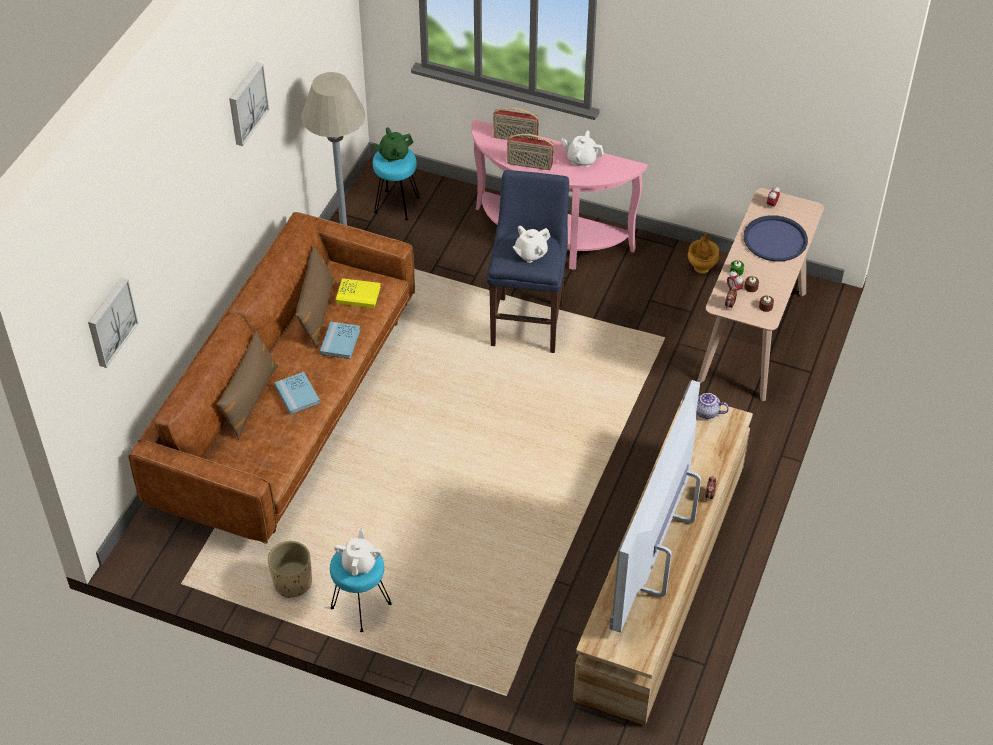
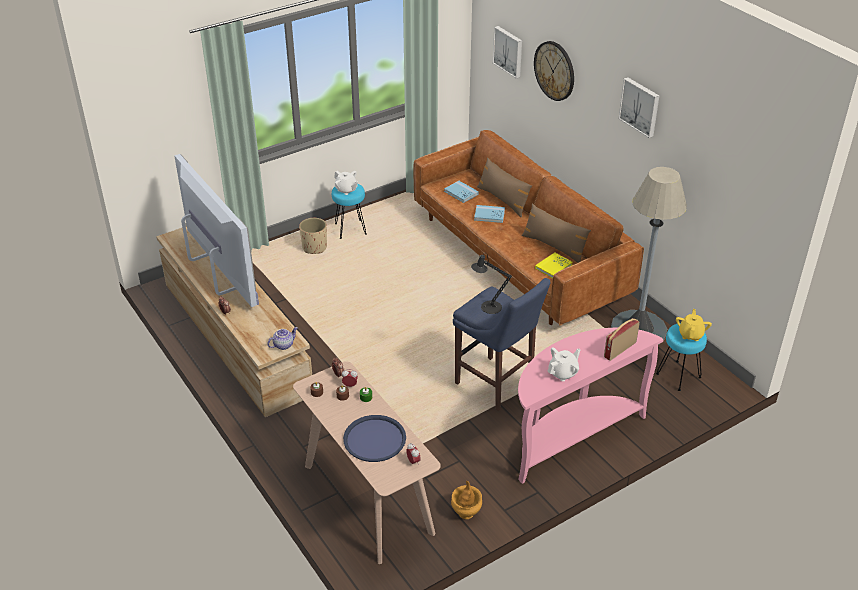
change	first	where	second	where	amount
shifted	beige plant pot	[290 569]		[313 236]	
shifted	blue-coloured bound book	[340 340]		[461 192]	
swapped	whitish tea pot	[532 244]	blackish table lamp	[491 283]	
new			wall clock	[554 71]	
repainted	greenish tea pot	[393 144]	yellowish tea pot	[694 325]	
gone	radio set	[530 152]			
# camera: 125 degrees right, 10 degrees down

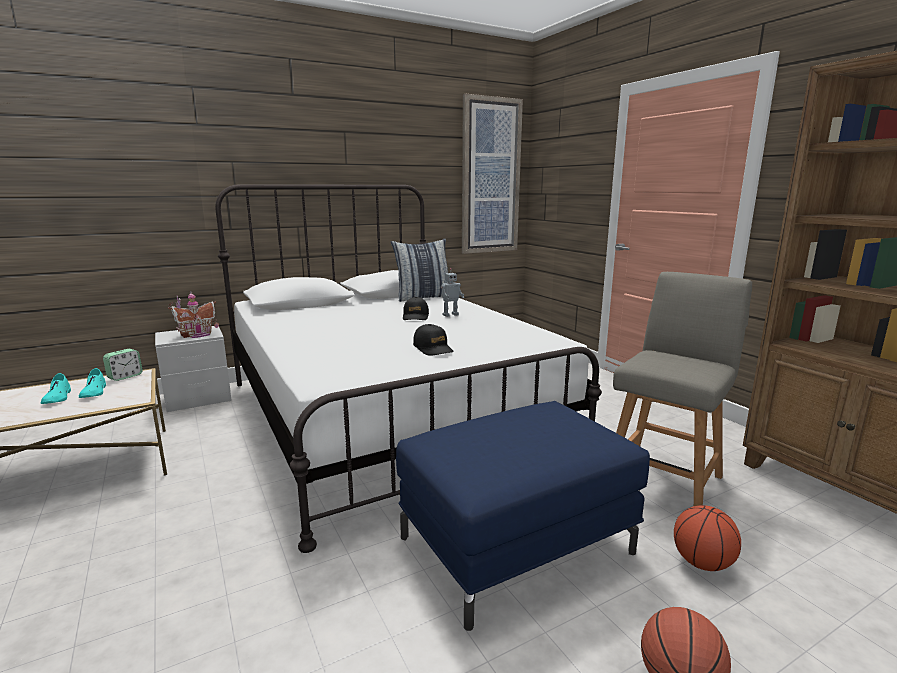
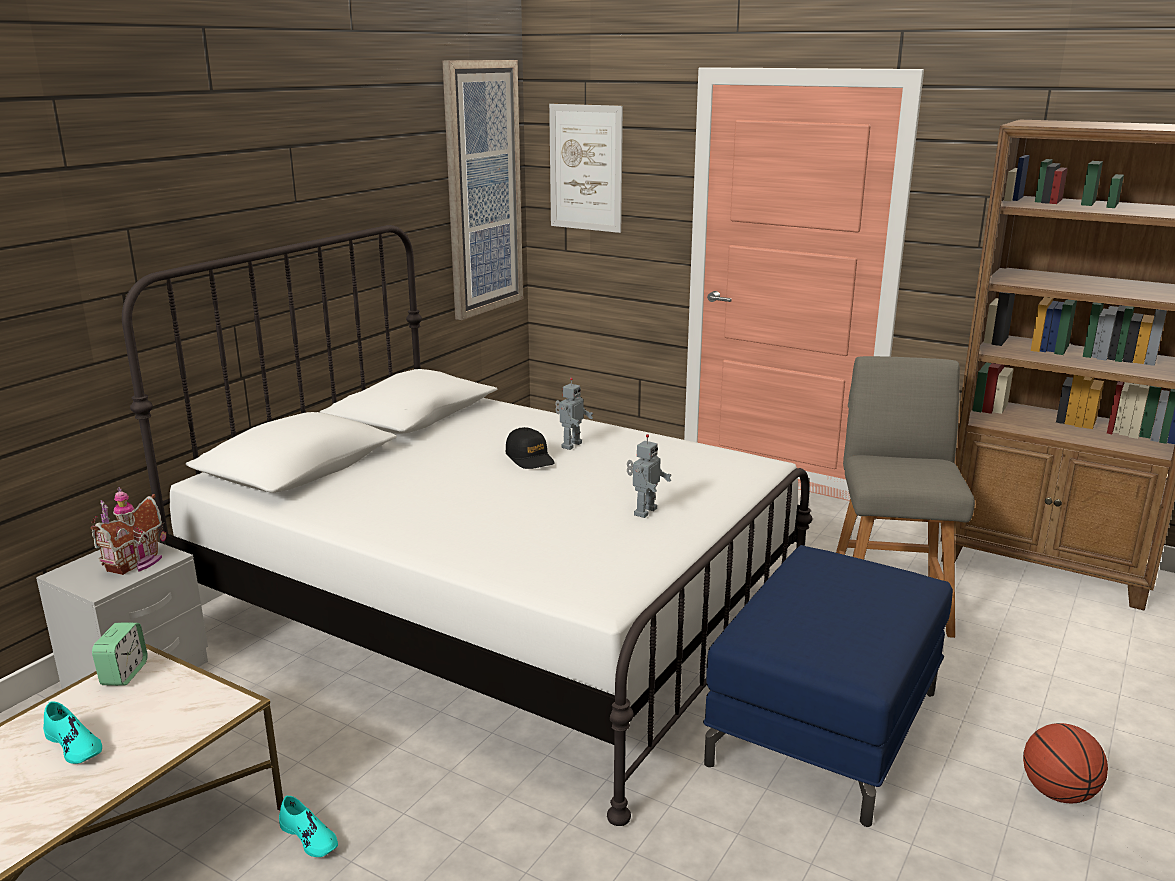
change	first	where	second	where	amount
shifted	turquoise low shoe	[92 383]		[308 826]	
new			wall picture	[586 168]	
swapped	blackish baseball cap	[433 340]	model robot	[649 476]	
gone	pillow	[420 270]			
gone	basketball ball	[707 538]			
# camera: 30 degrees left, 5 degrees up

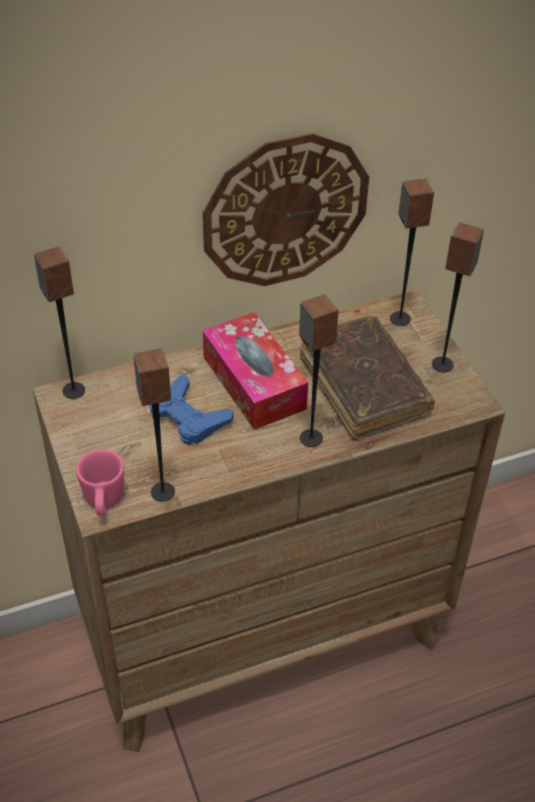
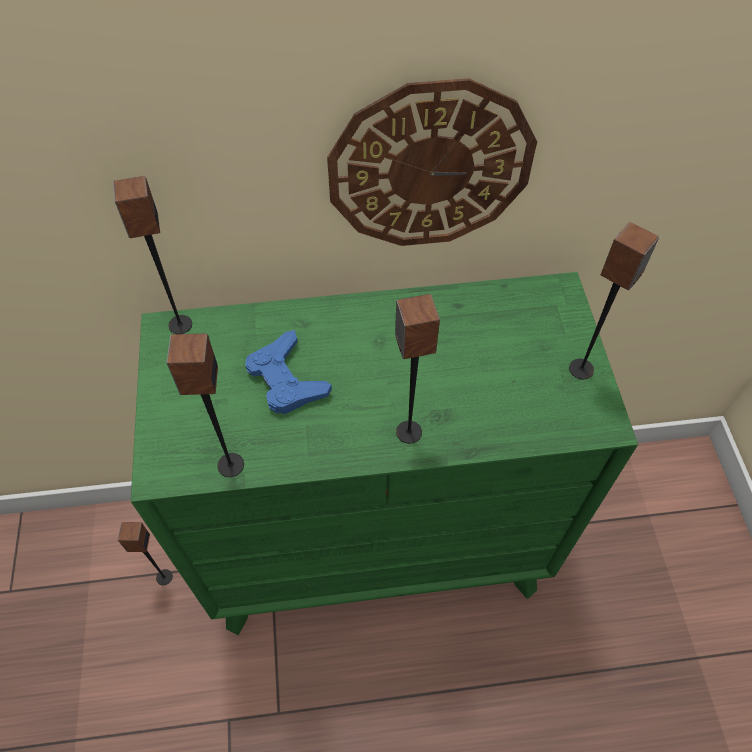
change	first	where	second	where	amount
shifted	audio speaker	[412 252]		[145 553]	
repainted	brown dresser	[269 521]	greenish dresser	[384 453]	
gone	pink-coloured coffee mug	[100 482]			
gone	tissue holder	[255 371]			
gone	brown bound book	[367 378]			
# camera: 15 degrees right, 10 degrees up

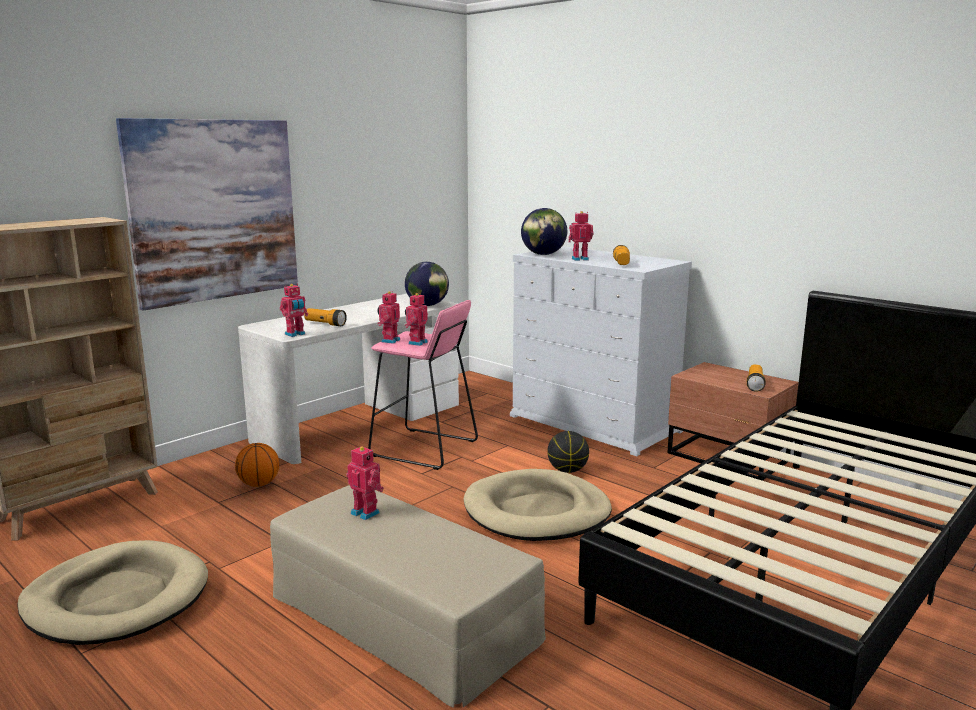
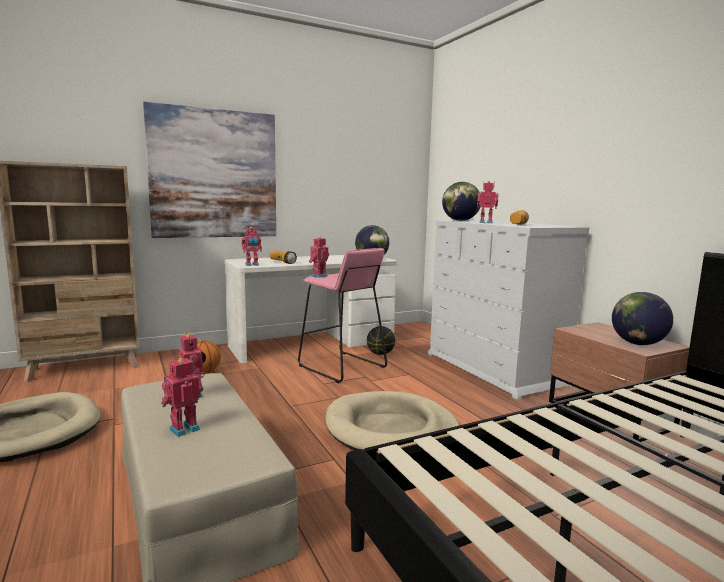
change	first	where	second	where	amount
shifted	model robot	[416 319]		[182 397]	
shifted	basketball ball	[568 452]		[381 340]	
swapped	hand torch	[756 378]	desk globe	[642 318]	
# camera: 20 degrees right, 5 degrees down

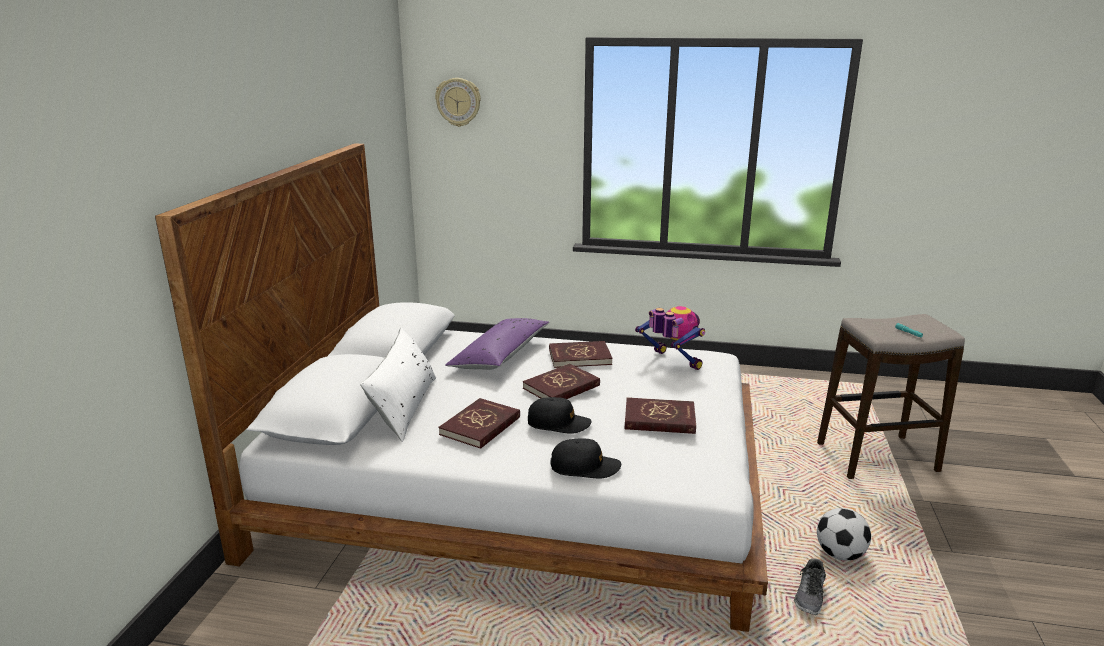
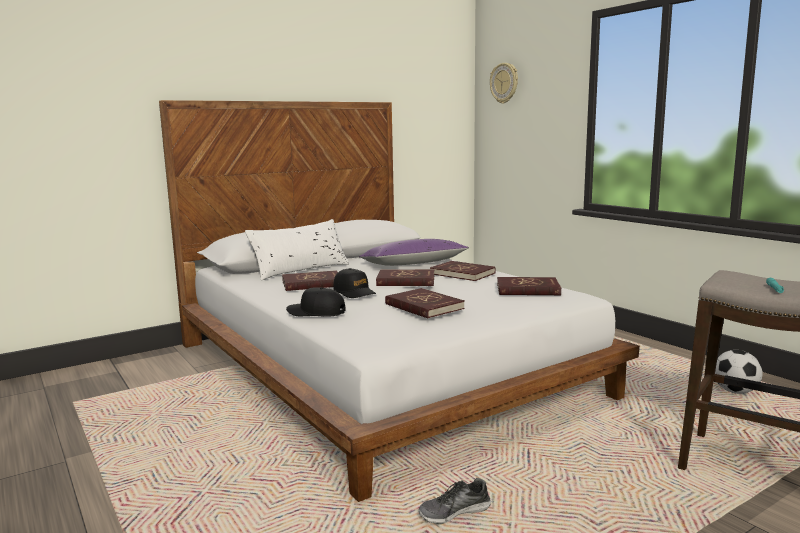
change	first	where	second	where	amount
rotated	blackish baseball cap	[586 458]		[316 302]	150 degrees clockwise
swapped	model robot	[670 338]	red bound book	[529 286]	
shifted	football	[844 534]		[739 372]	
# camera: 45 degrees right, 10 degrees down

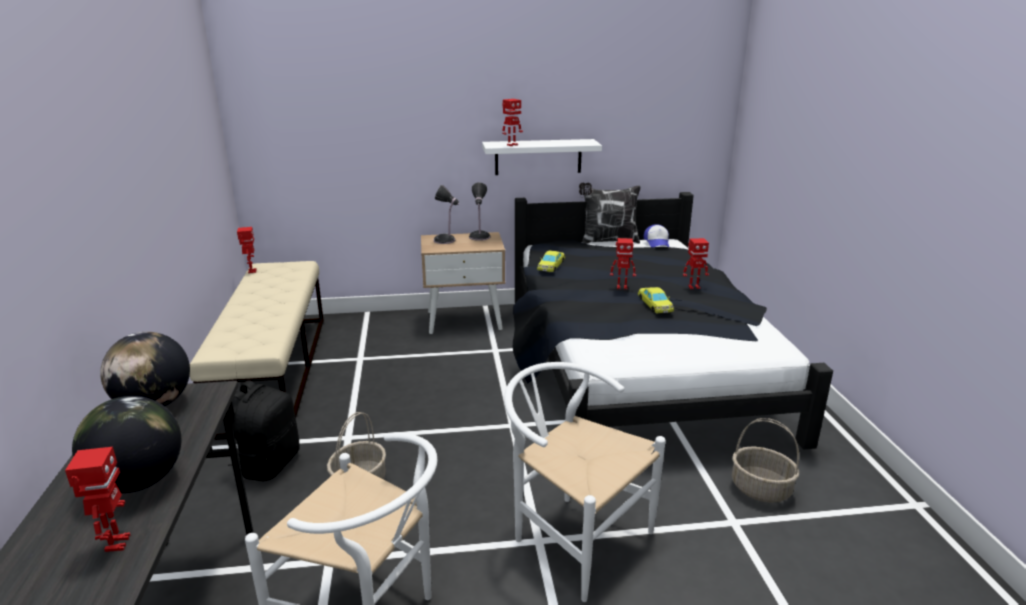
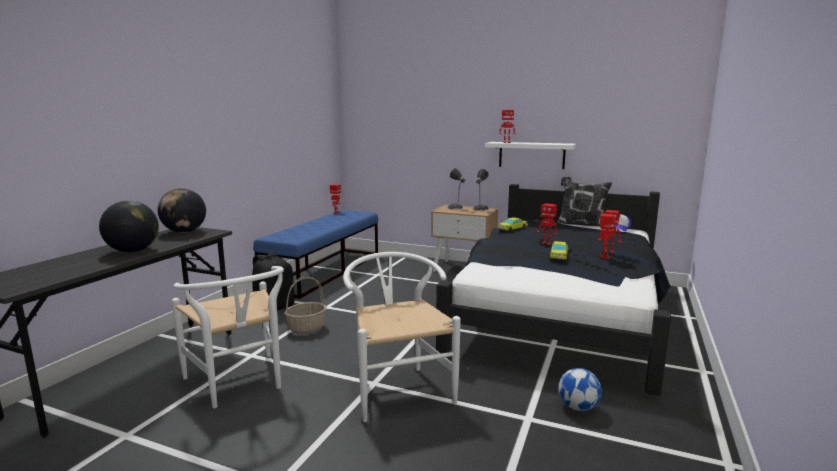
change	first	where	second	where	amount
repainted	beige bench	[257 350]	blue-coloured bench	[315 254]	
swapped	household basket	[765 460]	football	[580 389]	
shifted	model robot	[98 499]		[607 236]	
# camera: 30 degrees right, 10 degrees down

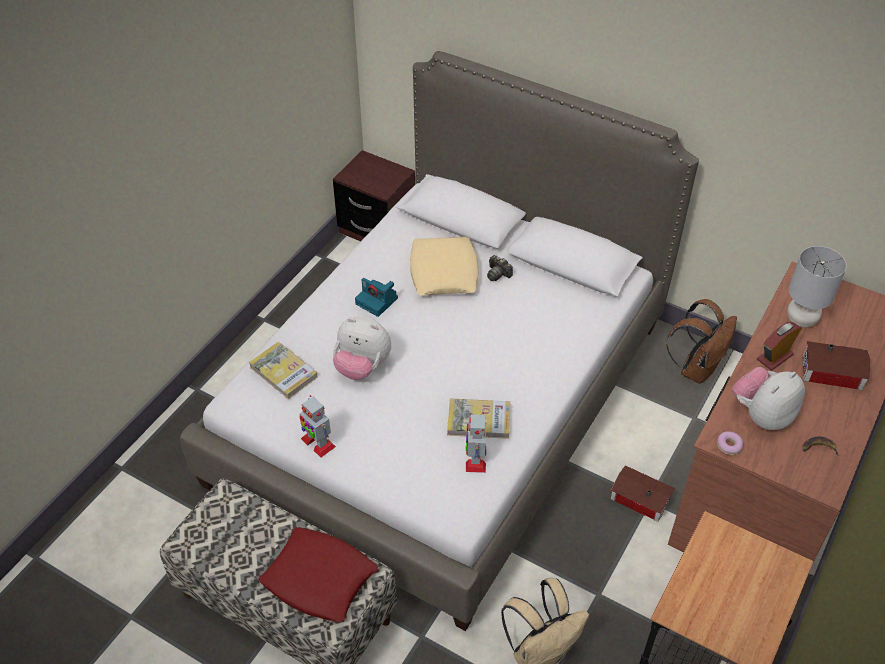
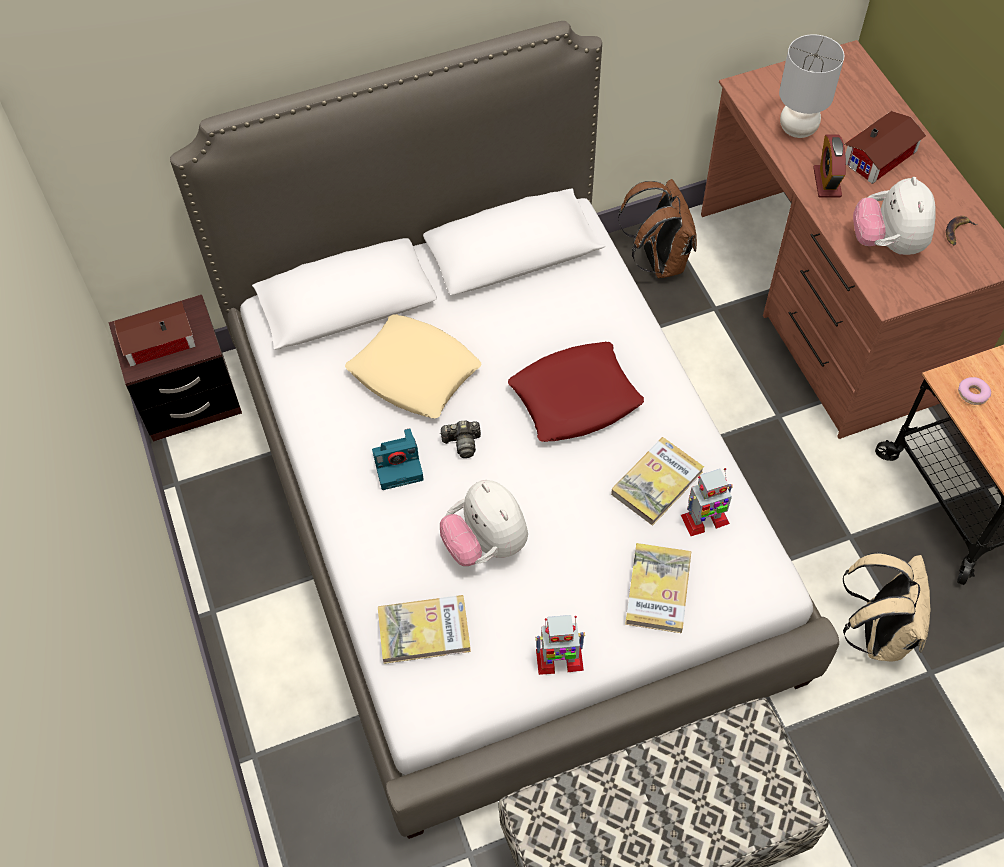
change	first	where	second	where	amount
shifted	miniature house	[642 493]		[154 333]	
shifted	photo camera	[500 268]		[460 439]	
rotated	soft toy	[362 348]		[484 523]	90 degrees clockwise
shifted	red pillow	[318 574]		[576 392]	
new			bound book	[658 588]	
rotated	model robot	[476 442]		[707 502]	60 degrees counterclockwise
shifted	ring doughnut	[730 443]		[974 391]	
# camera: 50 degrees left, 10 degrees up

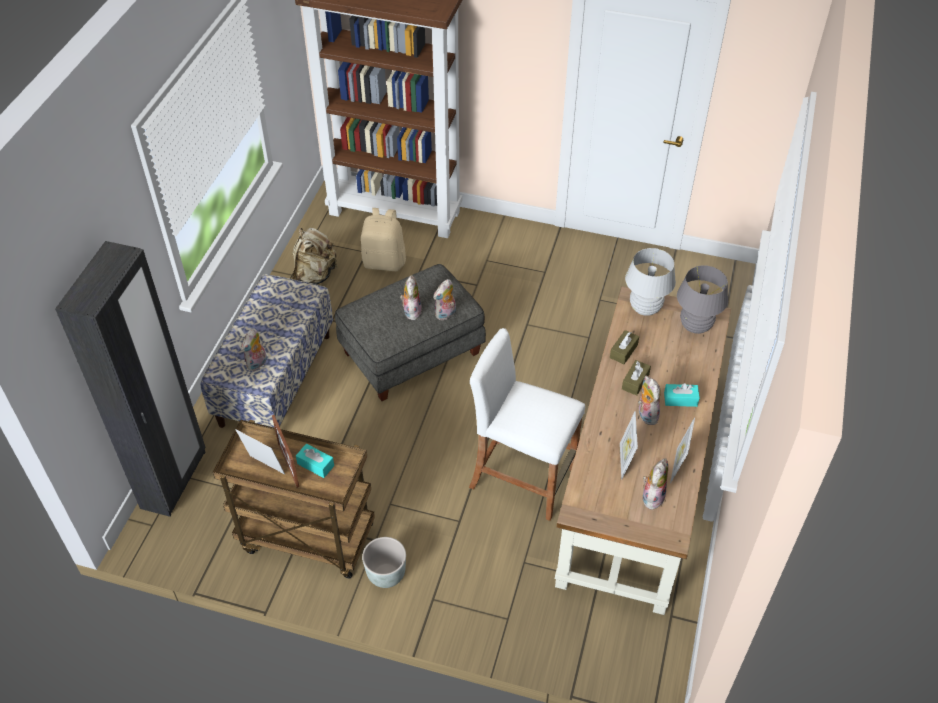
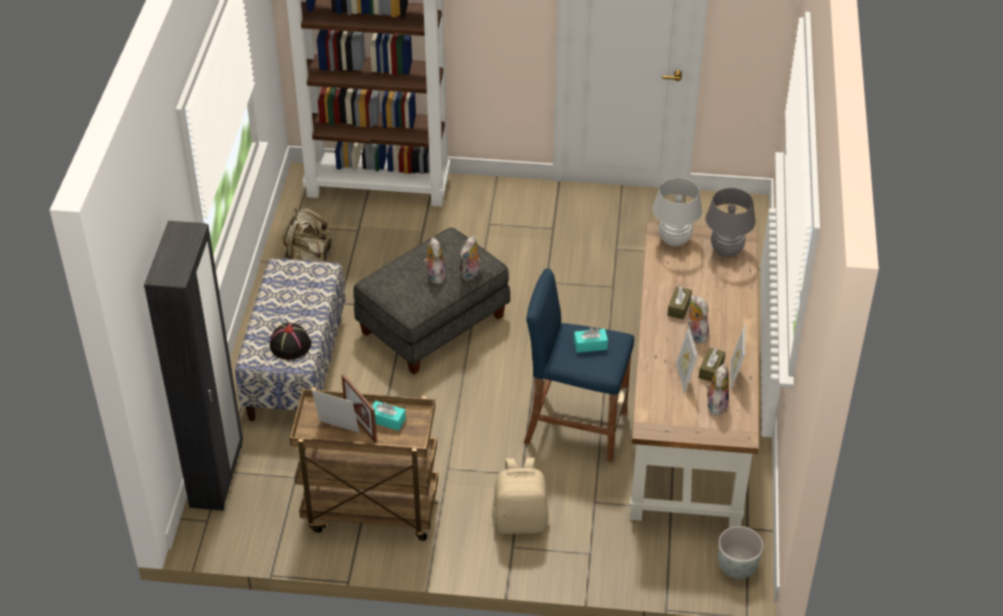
change	first	where	second	where	amount
swapped	soft toy	[254 349]	blackish hat	[290 341]	
shifted	beige backpack	[383 239]		[520 496]	
repainted	whitish stool	[527 424]	blue-coloured stool	[579 365]	
shifted	turquoise tissue holder	[682 395]		[591 340]	
shifted	brown tissue holder	[624 347]		[712 364]	
shifted	greyish plant pot	[384 562]		[741 552]	
# camera: 10 degrees left, 5 degrees down

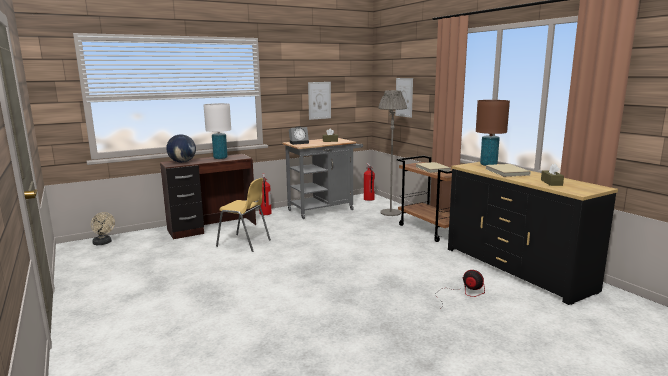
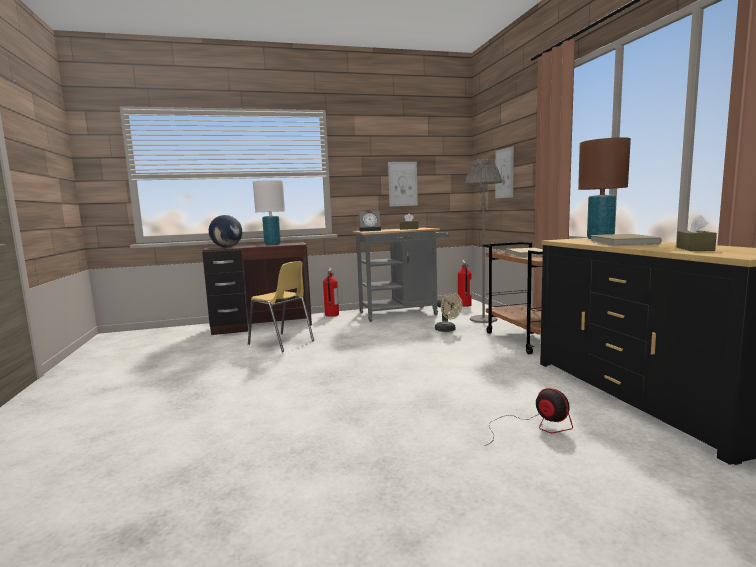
change	first	where	second	where	amount
shifted	beige fan	[103 228]		[449 312]	
# camera: 15 degrees right, 5 degrees down

